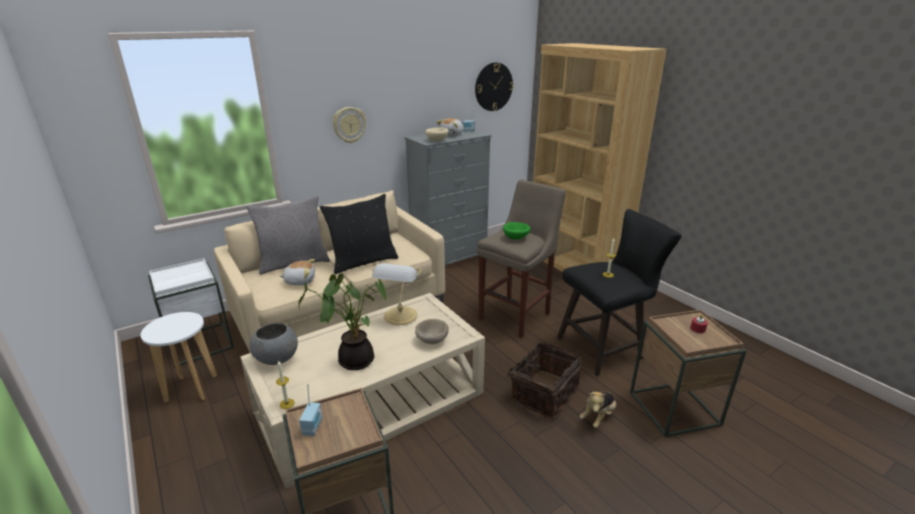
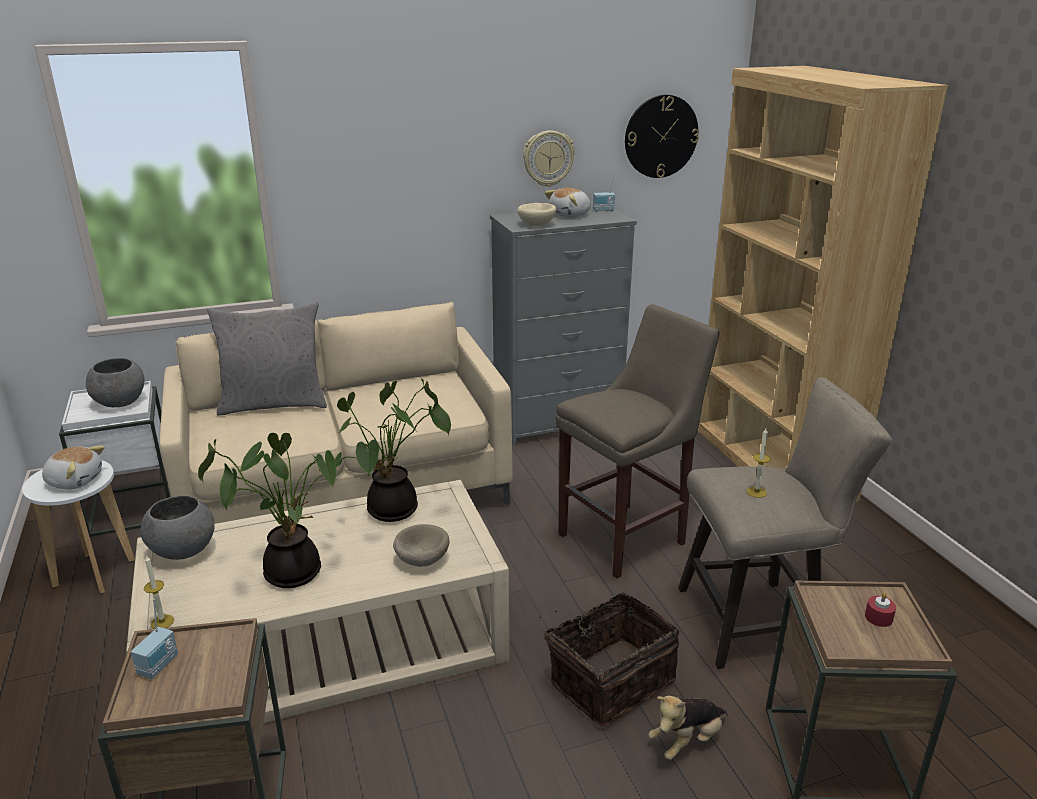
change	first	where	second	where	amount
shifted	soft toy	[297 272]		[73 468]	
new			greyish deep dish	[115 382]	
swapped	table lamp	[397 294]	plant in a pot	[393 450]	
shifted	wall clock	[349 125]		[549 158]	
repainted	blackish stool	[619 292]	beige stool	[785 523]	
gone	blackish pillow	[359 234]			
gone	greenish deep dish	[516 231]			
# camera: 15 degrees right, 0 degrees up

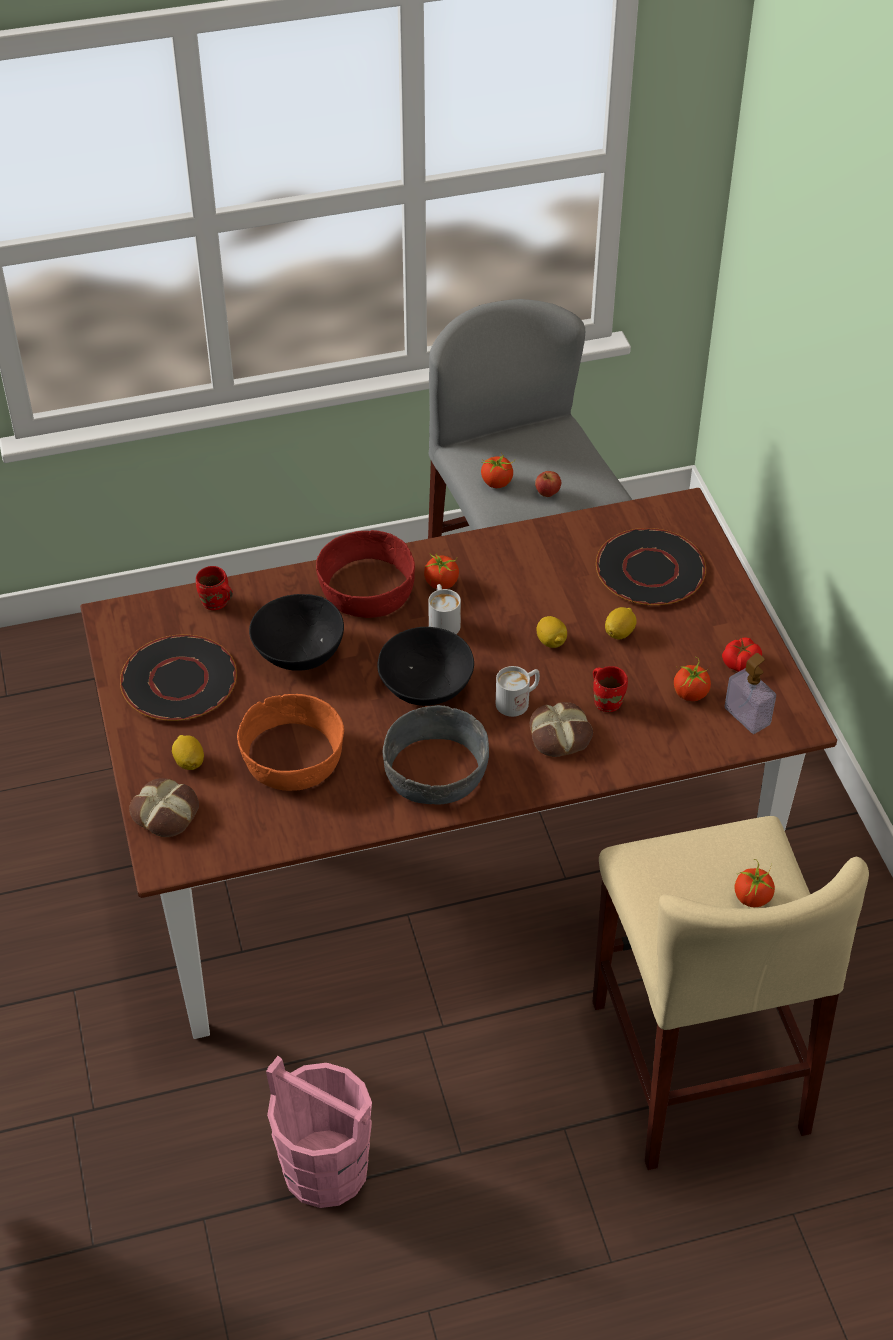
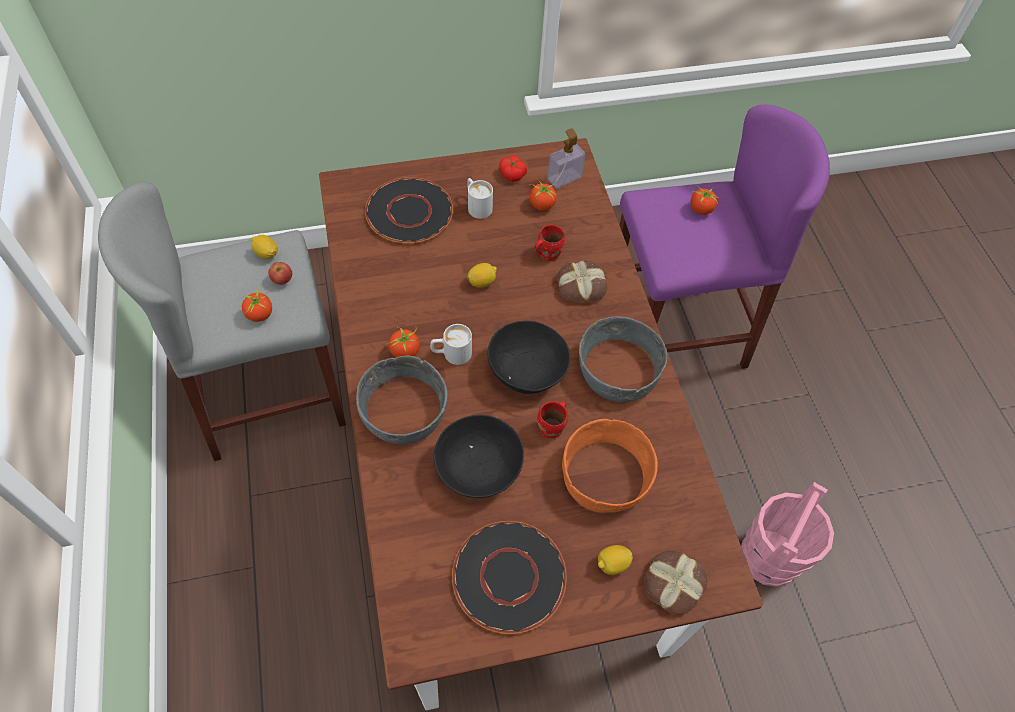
change	first	where	second	where	amount
shifted	lemon	[621 623]		[264 247]	
repainted	red deep dish	[365 574]	greyish deep dish	[402 400]	
shifted	whitish coffee mug	[518 691]		[480 198]	
shifted	red coffee mug	[214 588]		[552 420]	
repainted	beige stool	[731 993]	purple stool	[724 236]	
# camera: 90 degrees left, 10 degrees up

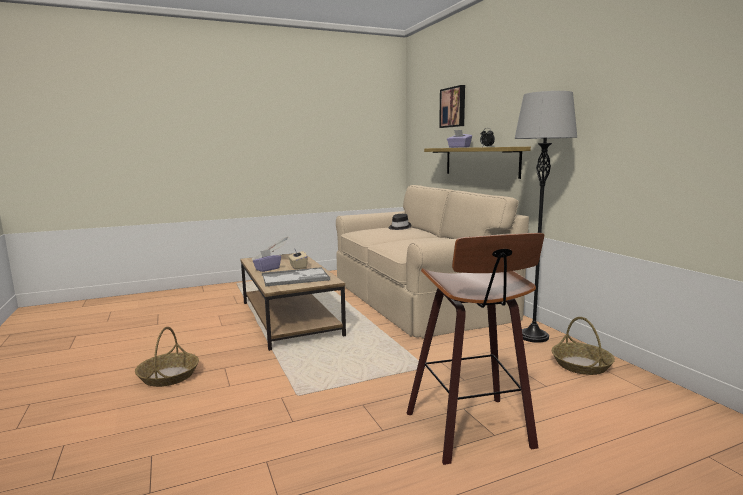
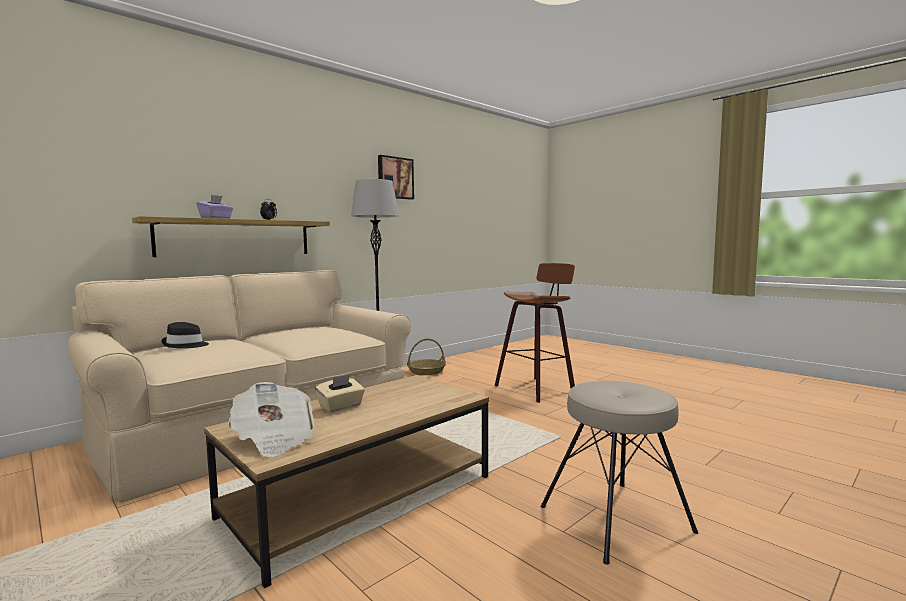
change	first	where	second	where	amount
shifted	wall picture	[452 106]		[396 177]	
swapped	household basket	[167 357]	beige stool	[619 473]	
gone	purple tissue holder	[267 260]			
gone	carrying tray	[296 277]			
# camera: 110 degrees left, 5 degrees down

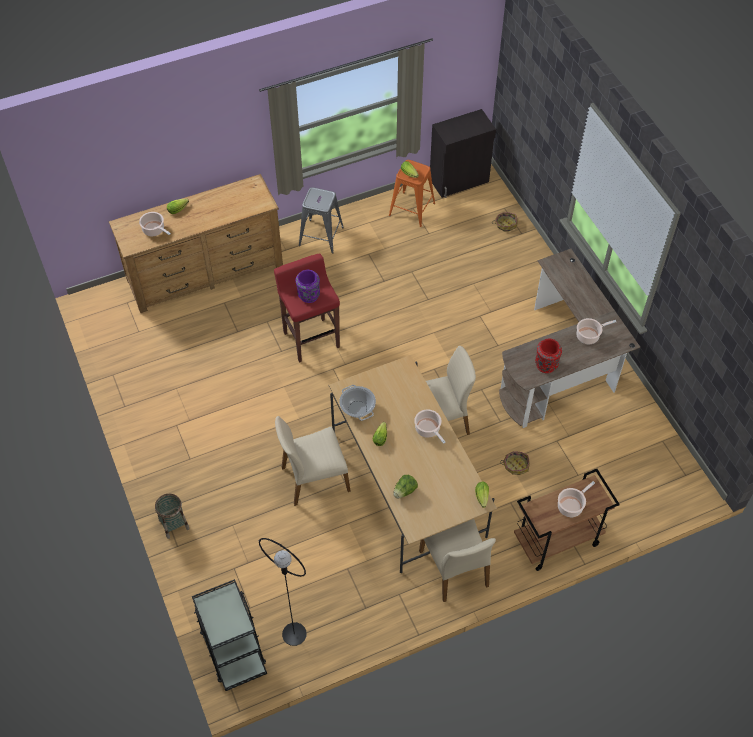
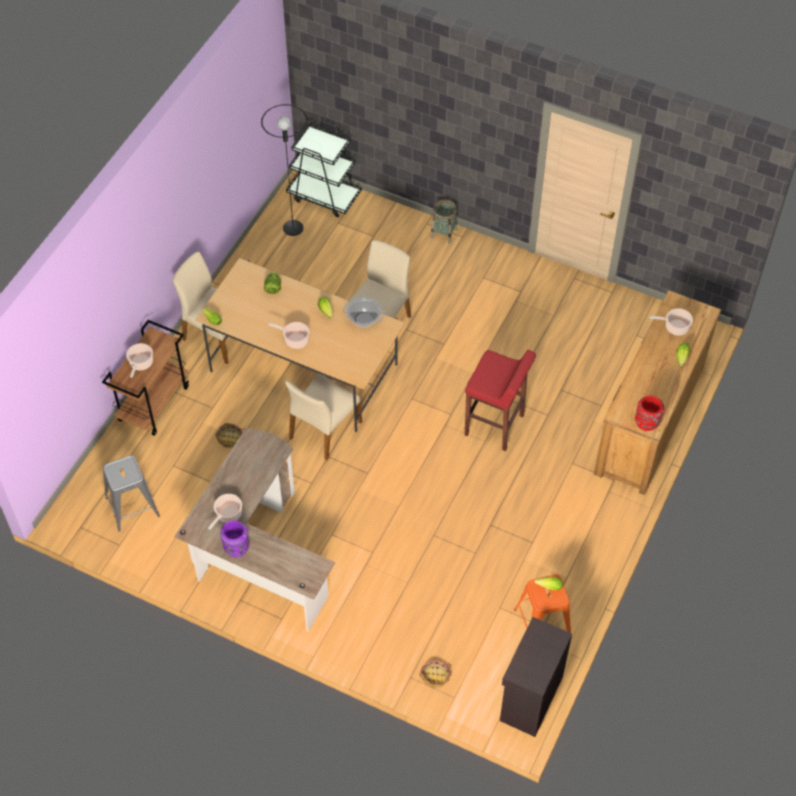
change	first	where	second	where	amount
shifted	greyish stool	[321 220]		[131 493]	
shifted	purple vase	[307 286]		[234 539]	
shifted	red vase	[548 356]		[650 413]	
# camera: 140 degrees right, 0 degrees up

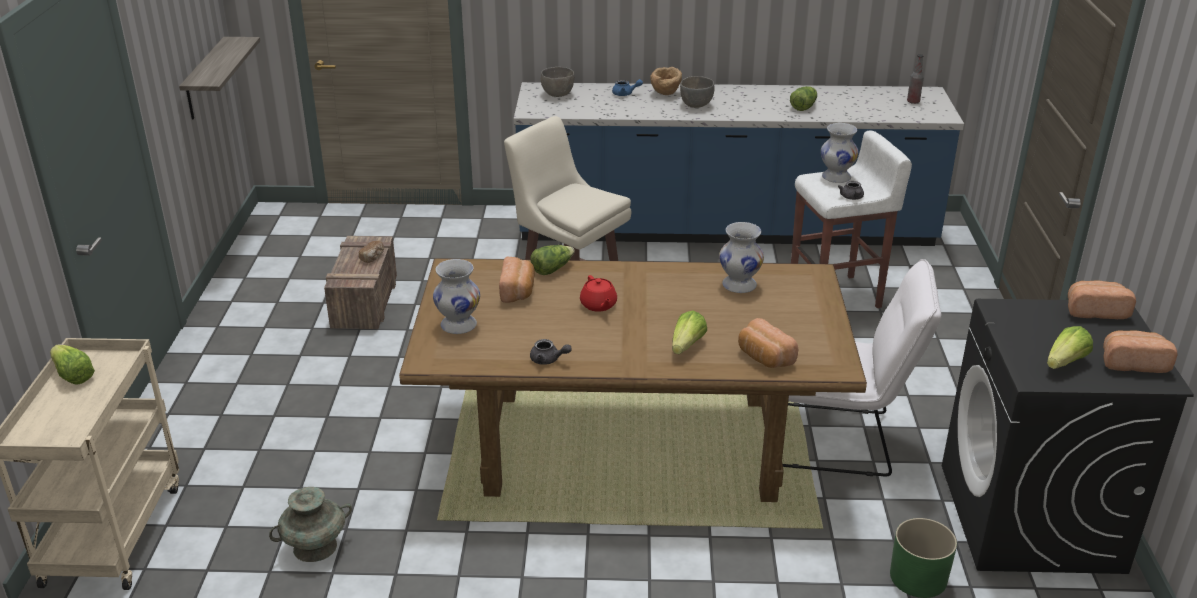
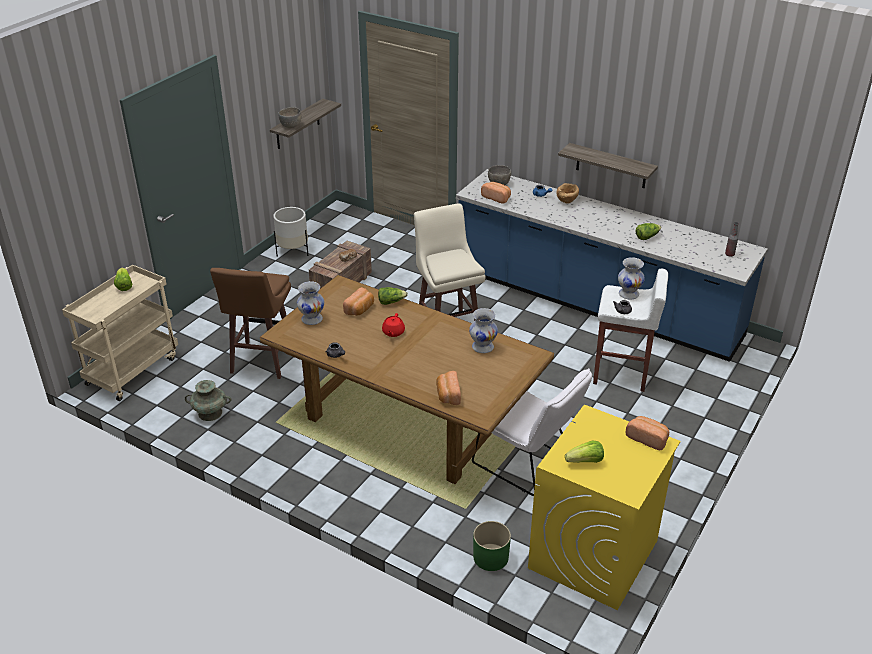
change	first	where	second	where	amount
new			brown stool	[250 323]	
new			whitish plant pot	[290 232]	
shifted	greyish deep dish	[697 92]		[290 117]	
shifted	bread	[1140 351]		[496 193]	
repainted	blackish laundry machine	[1068 436]	yellowish laundry machine	[604 507]	
new			bracket shelf	[608 165]	
gone	lettuce	[689 332]			
# camera: 30 degrees right, 5 degrees up

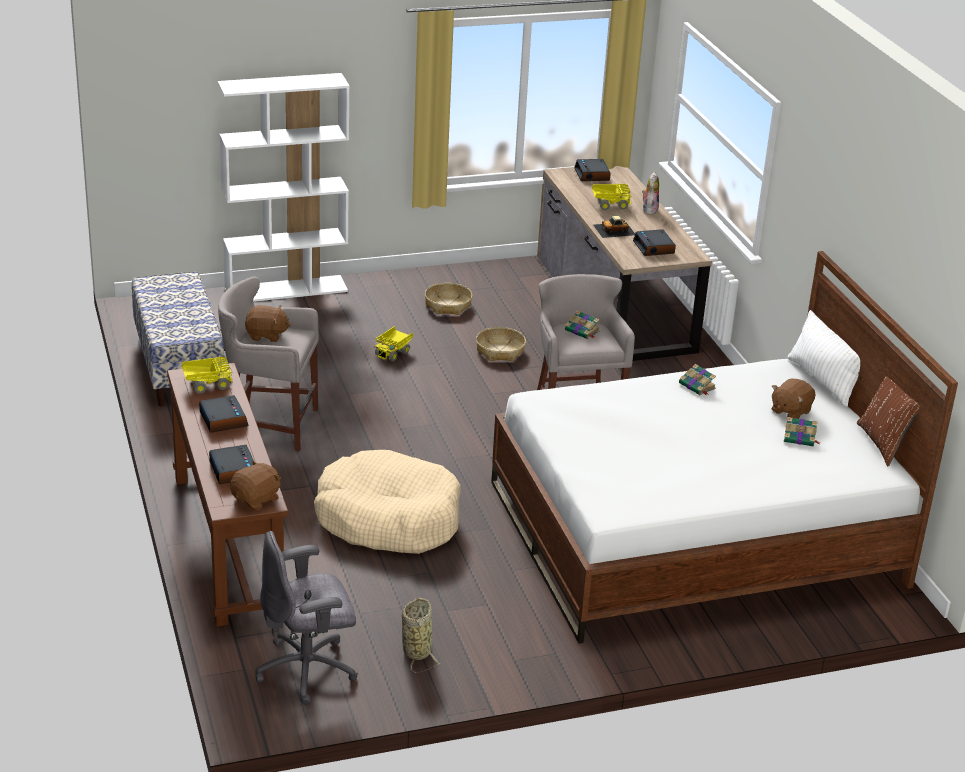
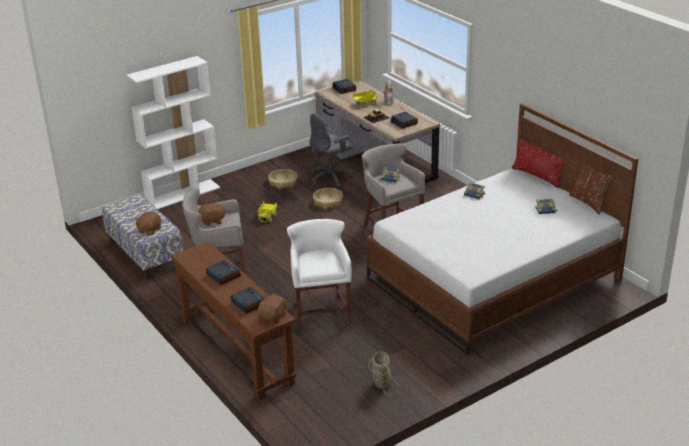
change	first	where	second	where	amount
shifted	brown soft toy	[793 398]		[148 223]	
swapped	beige dog bed	[387 502]	whitish stool	[319 275]	
shifted	greyish desk chair	[306 618]		[331 150]	
repainted	whitish pillow	[823 358]	red pillow	[537 163]	
gone	model truck	[207 375]			
# camera: 15 degrees left, 0 degrees up

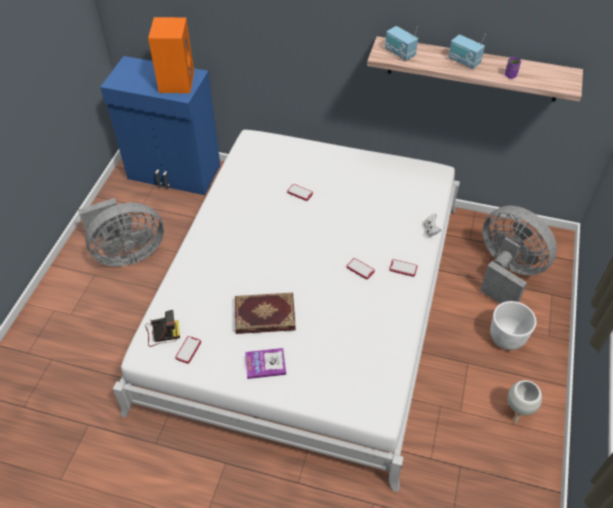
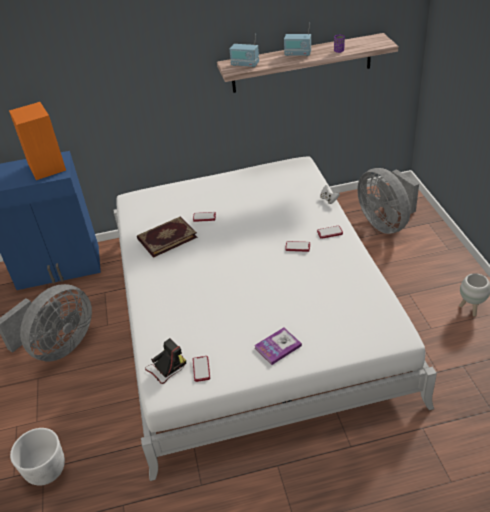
change	first	where	second	where	amount
shifted	whitish plant pot	[513 325]		[37 457]	
shifted	bound book	[265 313]		[167 237]	
rotated	greyish fan	[518 255]		[388 201]	135 degrees counterclockwise
# camera: 25 degrees left, 10 degrees down

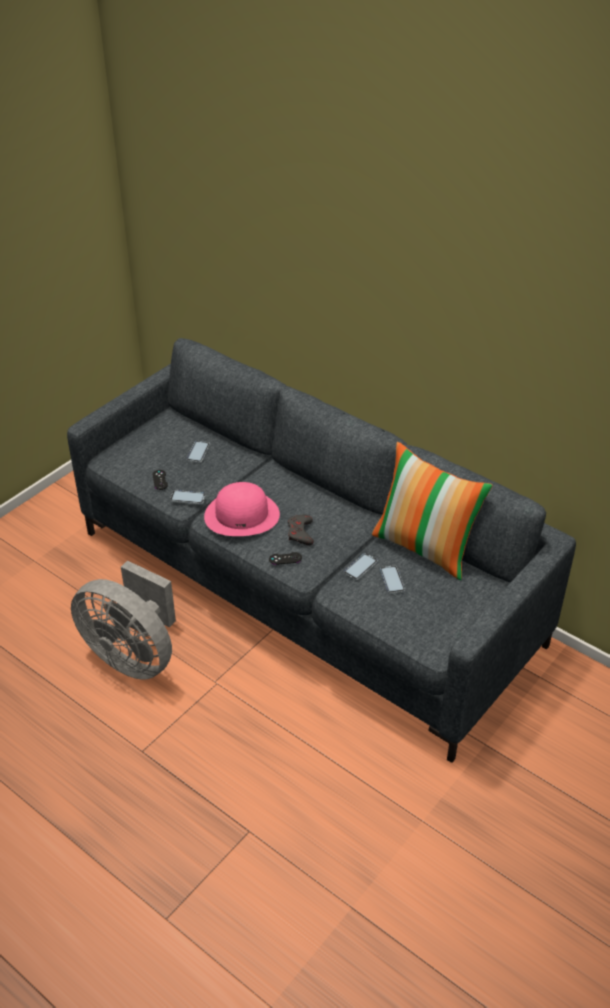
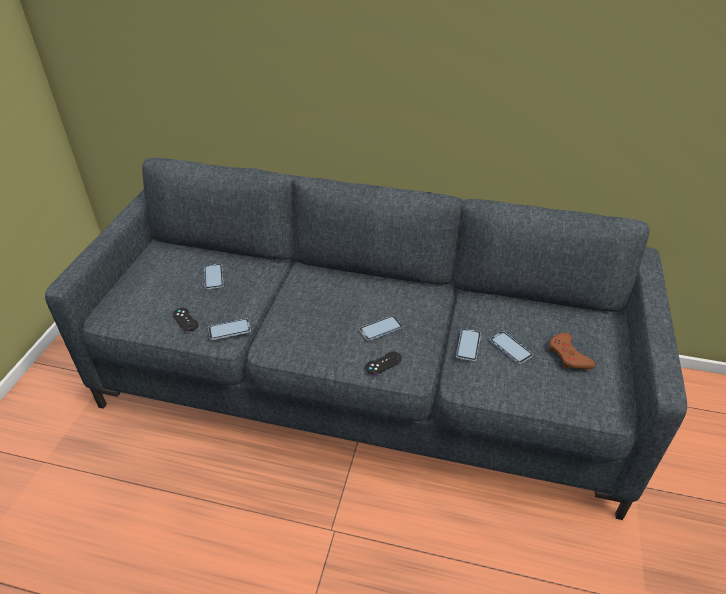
change	first	where	second	where	amount
swapped	greyish joypad	[301 530]	handset	[380 328]	
new			brown joypad	[572 351]	
gone	greyish fan	[123 620]			
gone	pink-coloured hat	[242 509]			
gone	pillow	[432 511]			
# camera: 25 degrees left, 0 degrees up

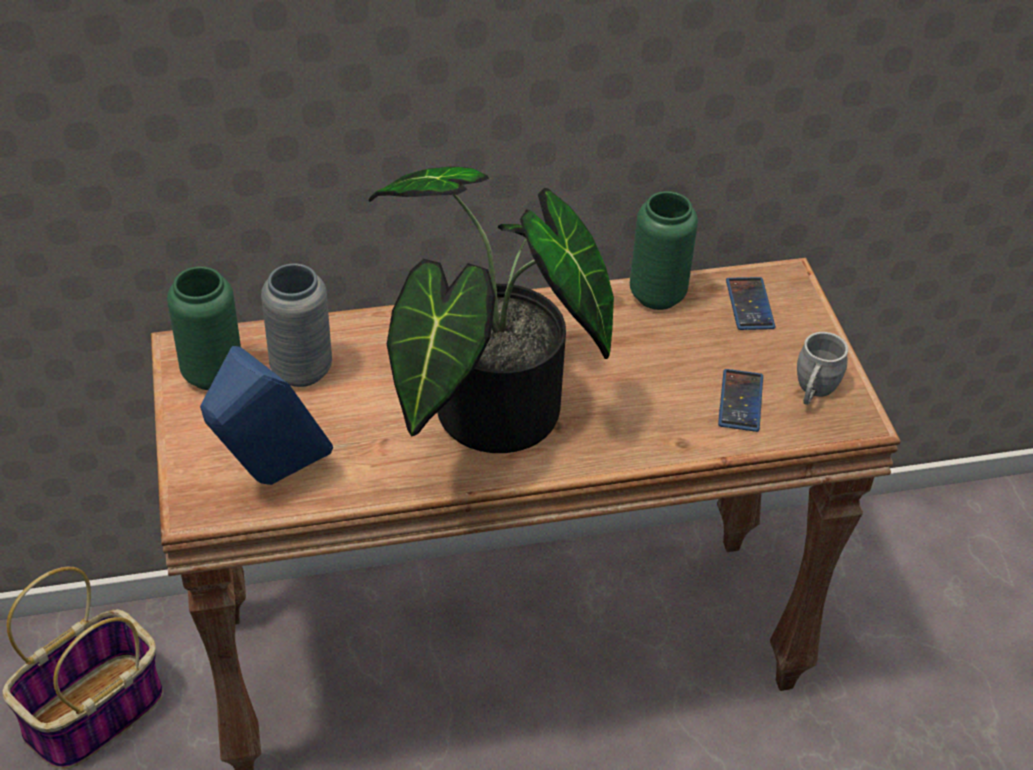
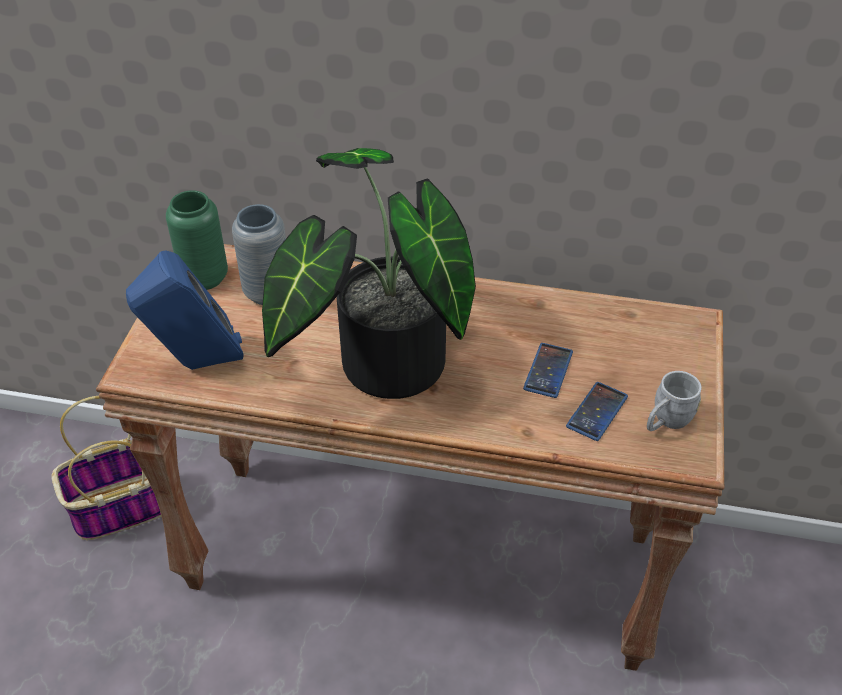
change	first	where	second	where	amount
shifted	handset	[750 303]		[548 370]	
gone	greenish vase	[664 250]			
# camera: 25 degrees right, 0 degrees up

